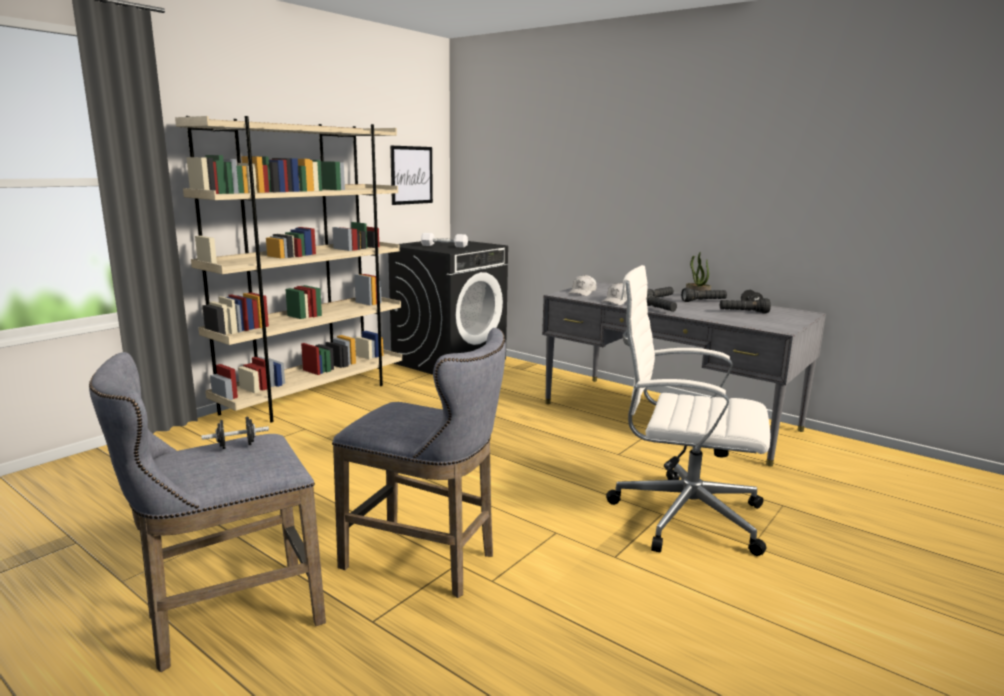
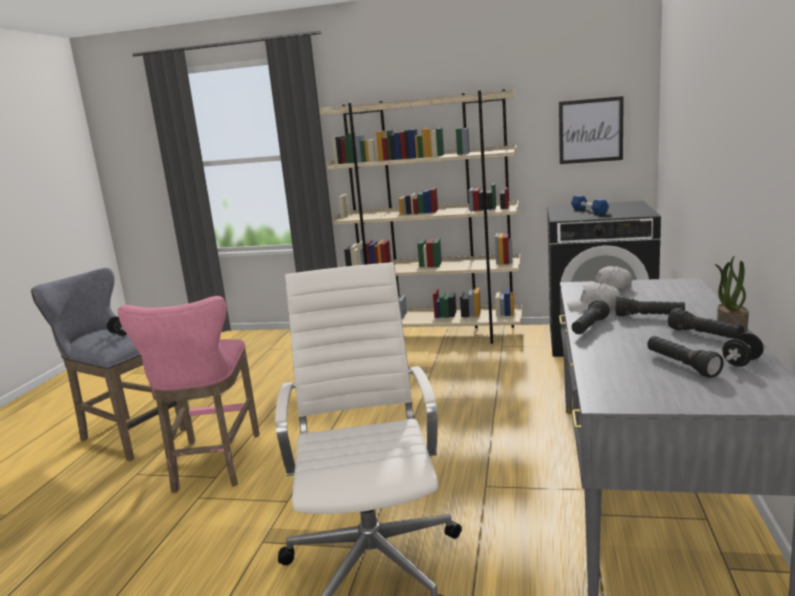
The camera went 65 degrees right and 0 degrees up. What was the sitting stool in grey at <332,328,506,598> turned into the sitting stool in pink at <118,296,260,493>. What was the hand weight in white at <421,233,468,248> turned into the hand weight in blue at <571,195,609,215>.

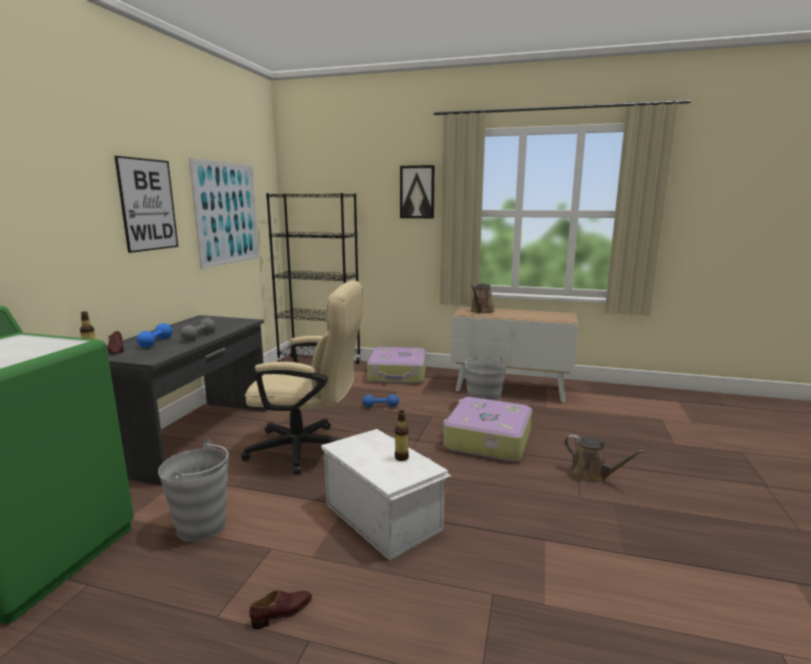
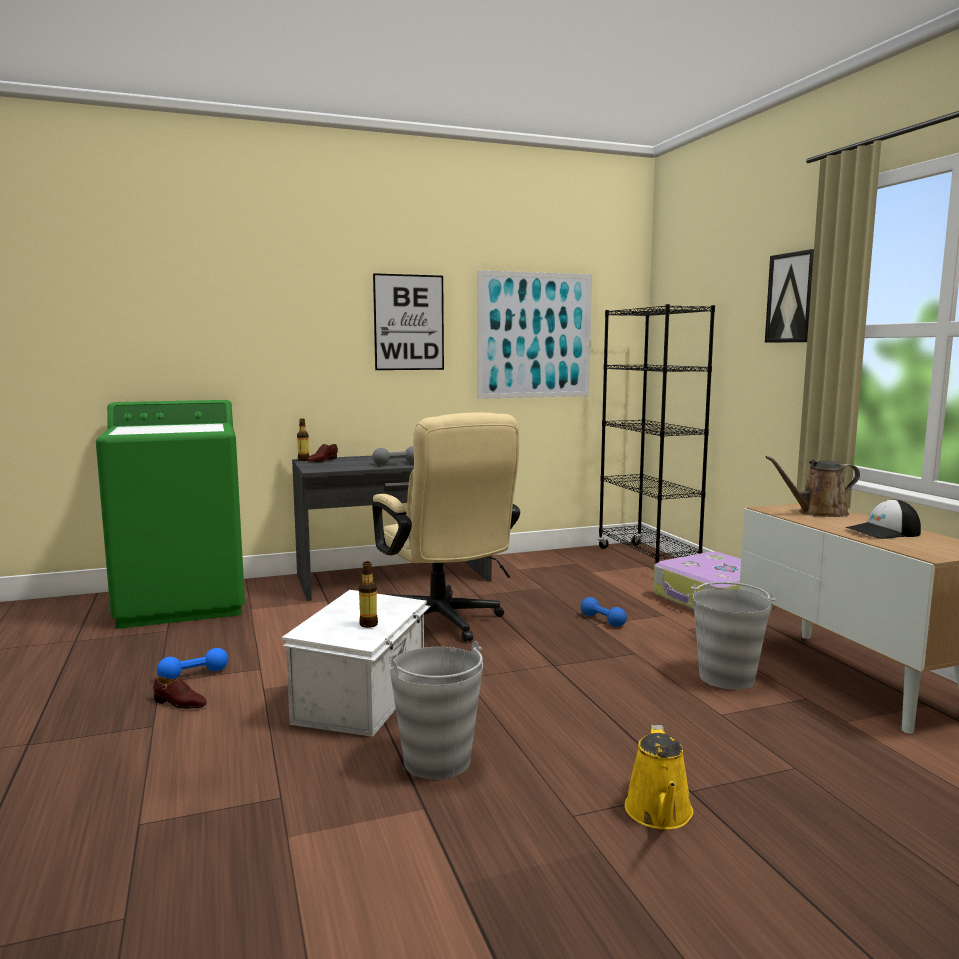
The camera went 55 degrees right and 5 degrees down. The second view lost the suitcase at <442,397,532,462>. The second view gained the peaked cap at <846,499,921,539>. The hand weight in blue ended up elsewhere, having gone from <137,323,173,348> to <157,648,228,679>. The water bucket in grey ended up elsewhere, having gone from <158,440,229,542> to <389,641,483,780>. What was the sprinkling can in brown at <564,435,645,484> turned into the sprinkling can in yellow-coloured at <625,725,693,830>.

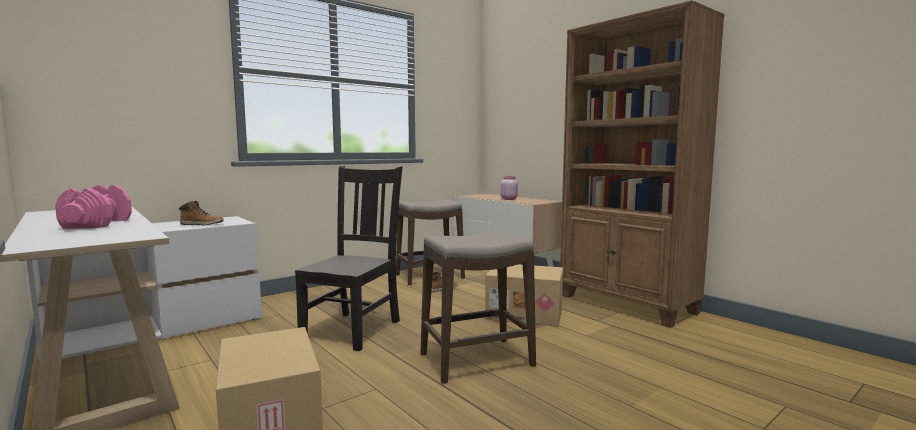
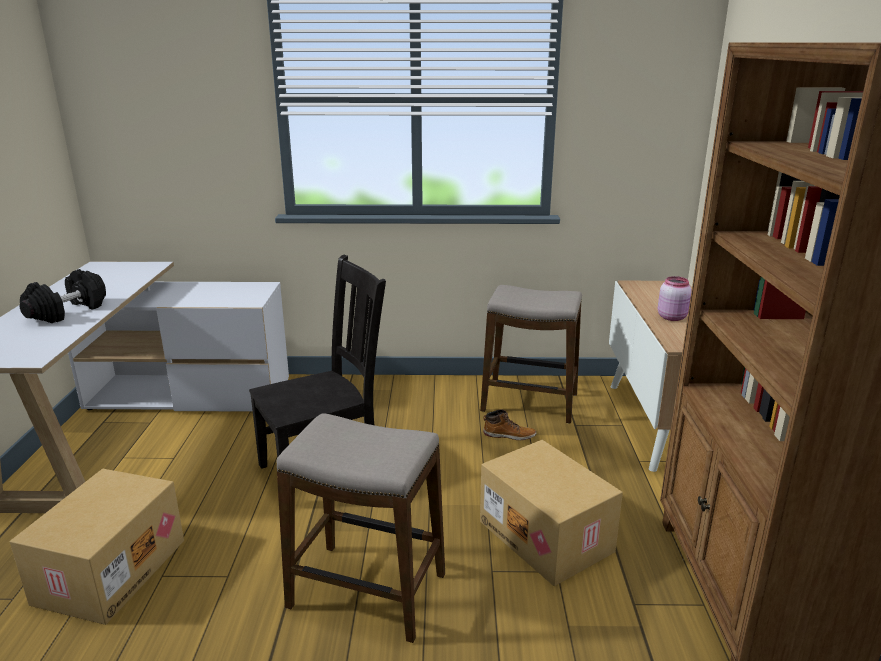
The camera went 40 degrees right and 15 degrees up. The second view lost the high-top boot at <179,201,224,226>. What was the hand weight in pink at <55,185,132,229> turned into the hand weight in black at <20,269,106,323>.

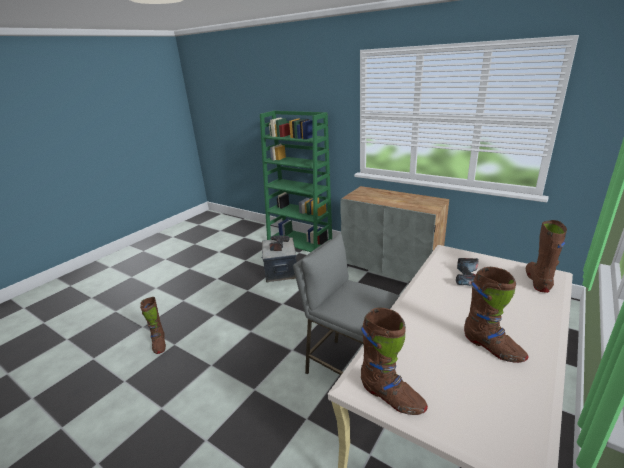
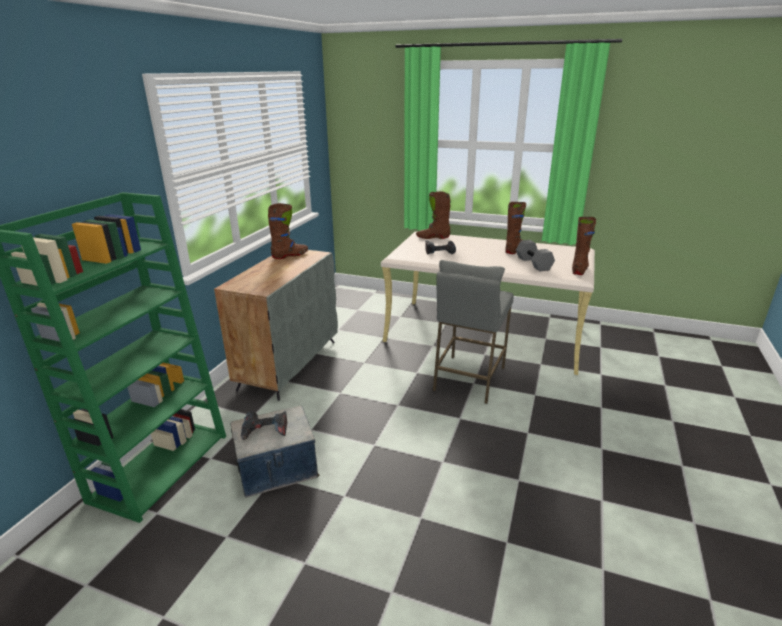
The camera went 105 degrees left and 0 degrees up. The second view gained the hand weight in grey at <516,240,555,271>. The high-top boot in brown ended up elsewhere, having gone from <140,297,166,354> to <268,203,308,259>.

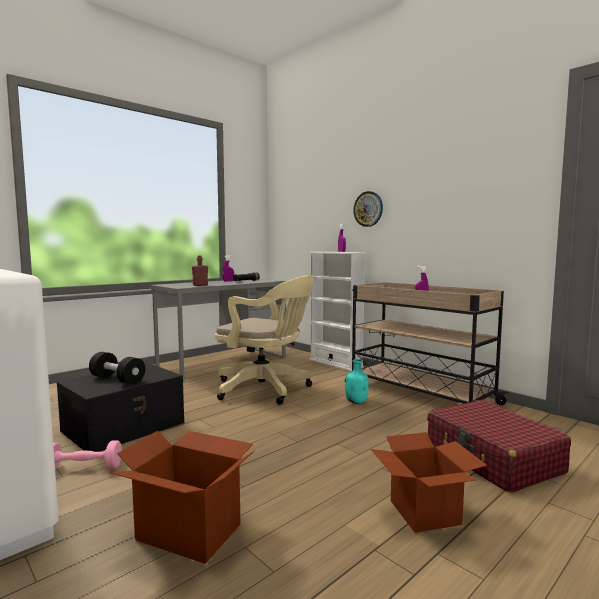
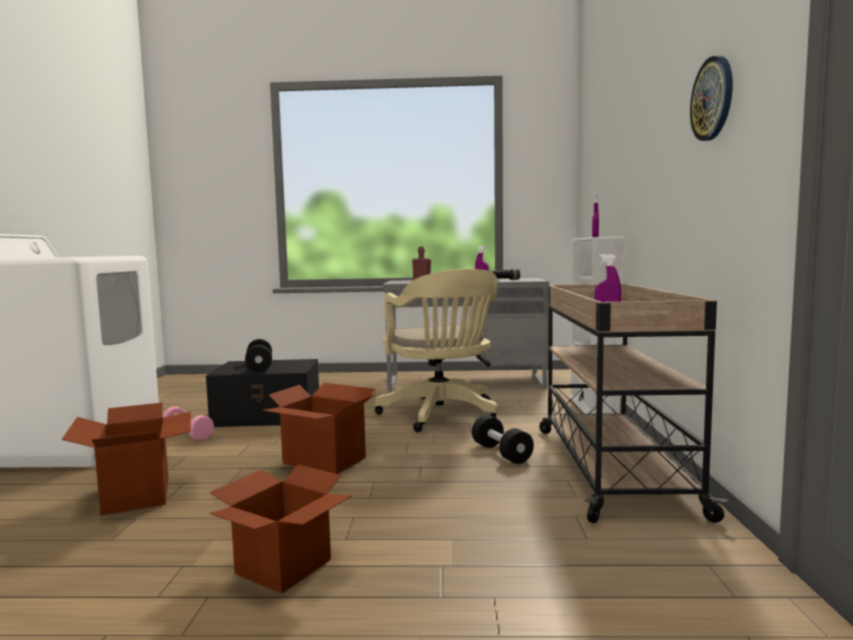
The camera went 45 degrees right and 0 degrees up. The second view lost the suitcase in red-coloured at <427,400,571,493>. The second view gained the packing box at <262,383,376,474>. The clock on the wall ended up elsewhere, having gone from <353,191,383,227> to <690,56,733,141>. Where the drink bottle in blue-green stood at <345,359,369,404>, the hand weight in black came to stand at <472,415,534,464>.

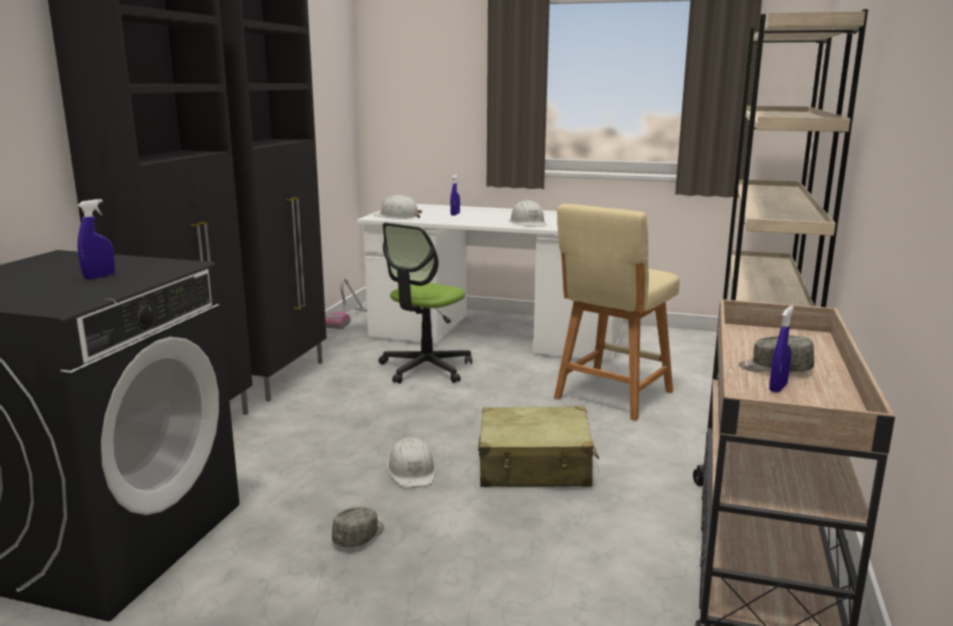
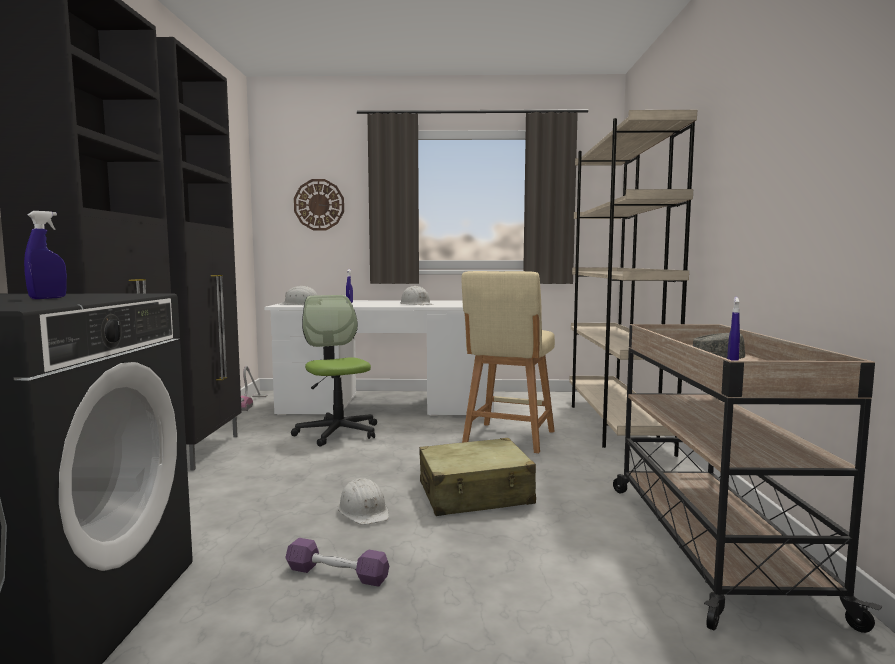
The camera went 15 degrees left and 10 degrees down. The second view gained the clock on the wall at <294,179,344,230>. Where the peaked cap in grey stood at <332,507,384,548>, the hand weight in purplish came to stand at <285,538,389,587>. The desk chair at <379,223,472,384> ended up facing another way, 135 degrees clockwise from before.

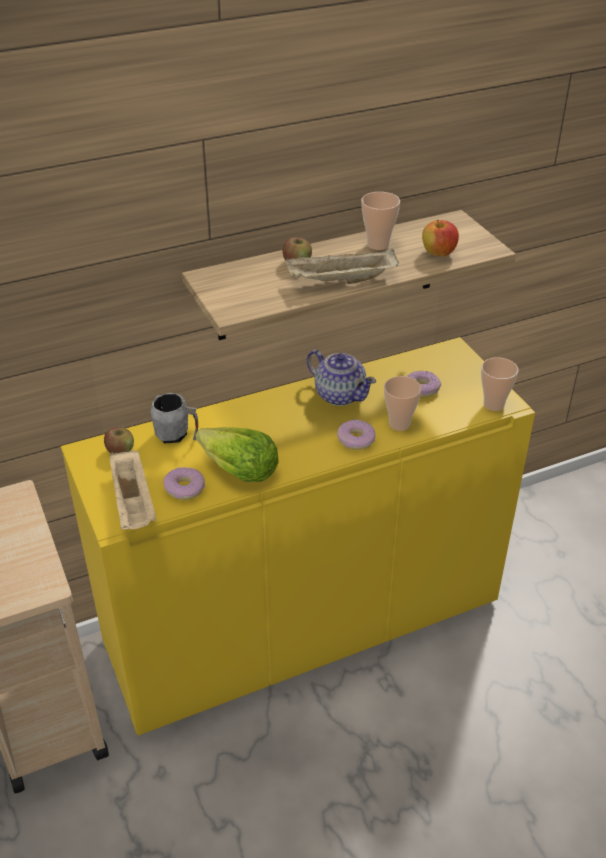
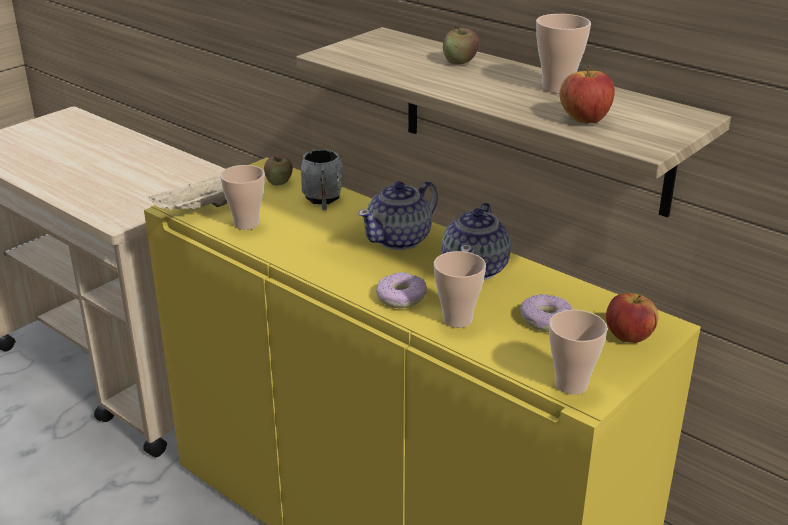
The camera went 65 degrees right and 10 degrees down. The second view lost the lettuce head at <195,427,279,482>. The second view lost the carrying tray in beige at <286,249,399,284>. The second view gained the pot for tea at <358,181,438,250>. The second view gained the apple at <606,293,658,343>. Where the donut stood at <163,467,205,500>, the small cup came to stand at <220,165,265,230>.

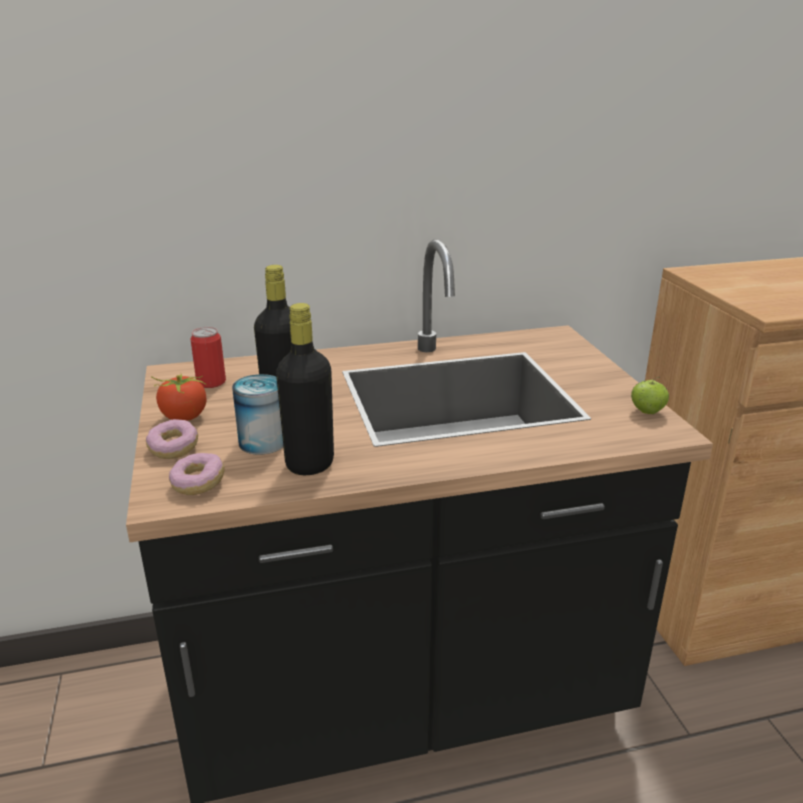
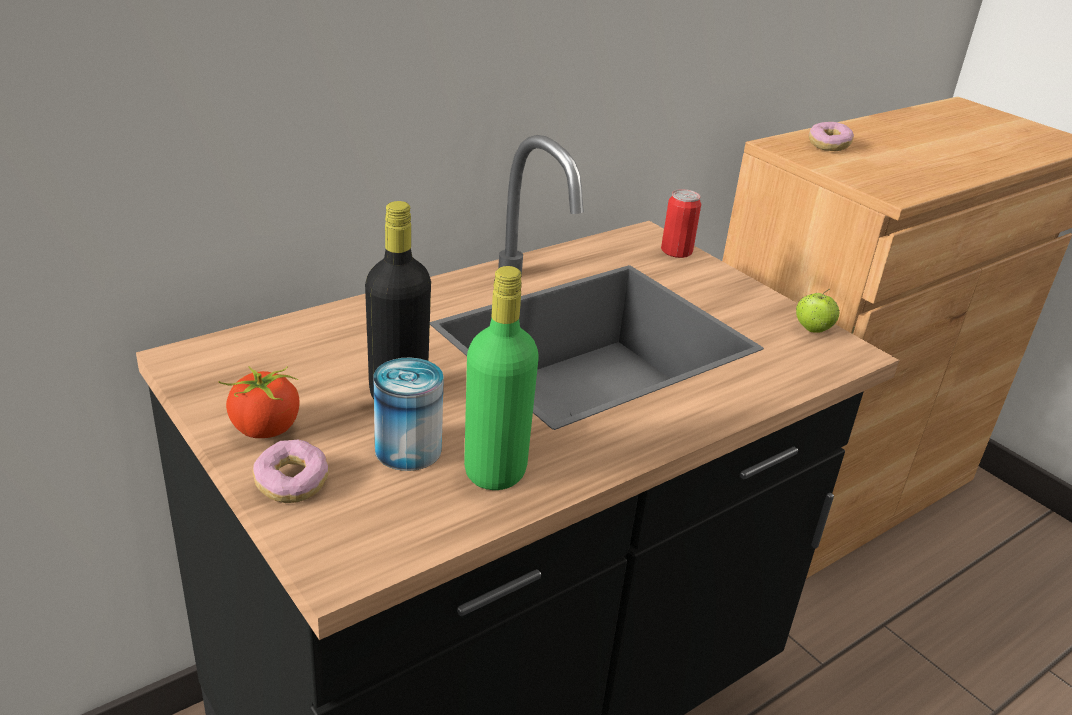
The camera went 25 degrees left and 5 degrees up. The donut ended up elsewhere, having gone from <169,453,225,495> to <809,122,854,151>. The metal can ended up elsewhere, having gone from <190,327,226,388> to <661,189,701,258>. What was the drink bottle in black at <276,303,334,475> turned into the drink bottle in green at <464,266,539,490>.

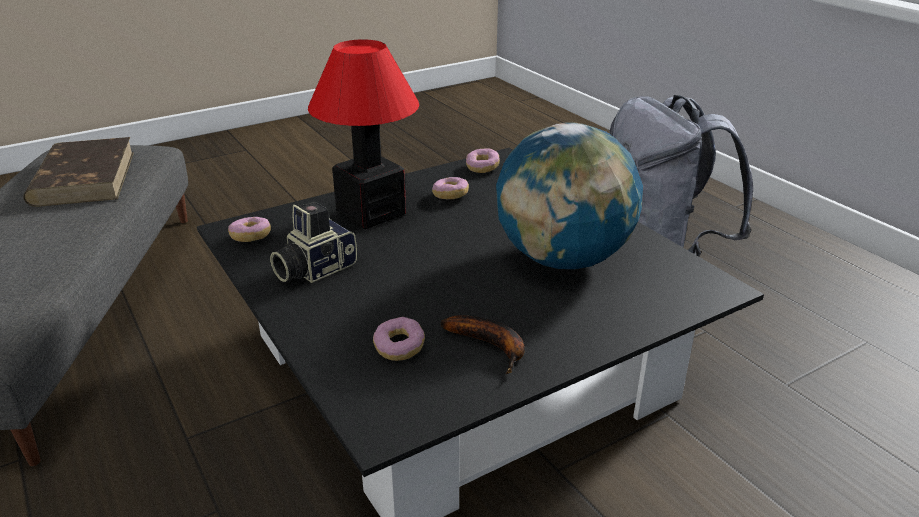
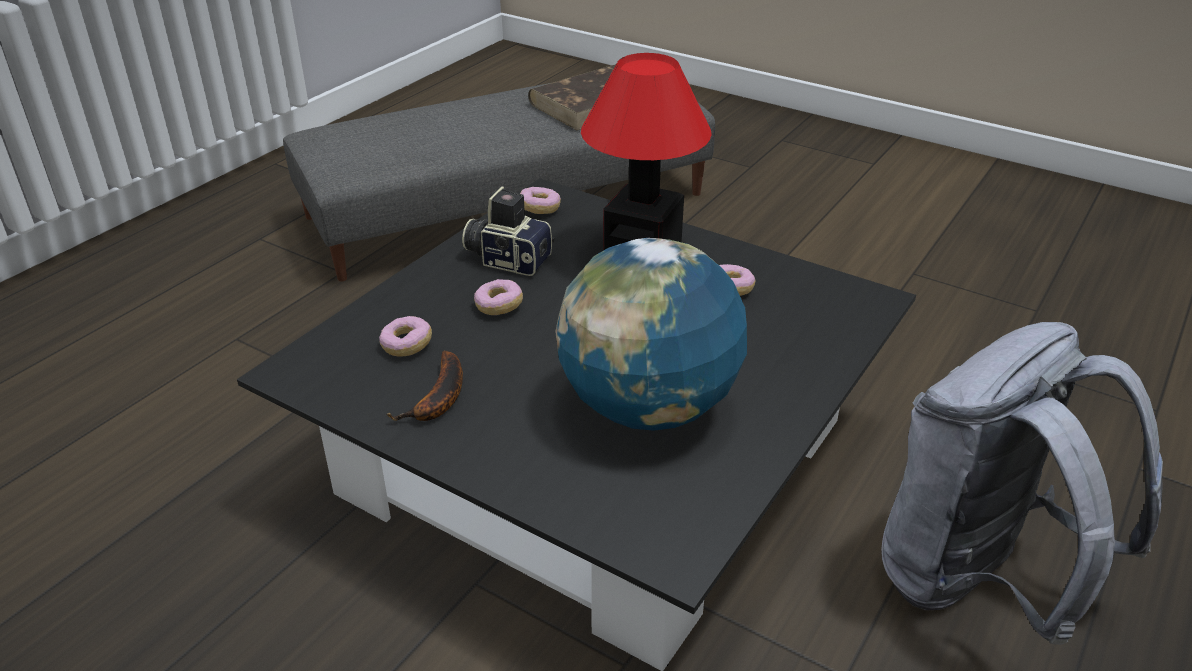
The camera went 65 degrees right and 5 degrees up. The donut ended up elsewhere, having gone from <466,148,500,173> to <474,279,523,315>.

